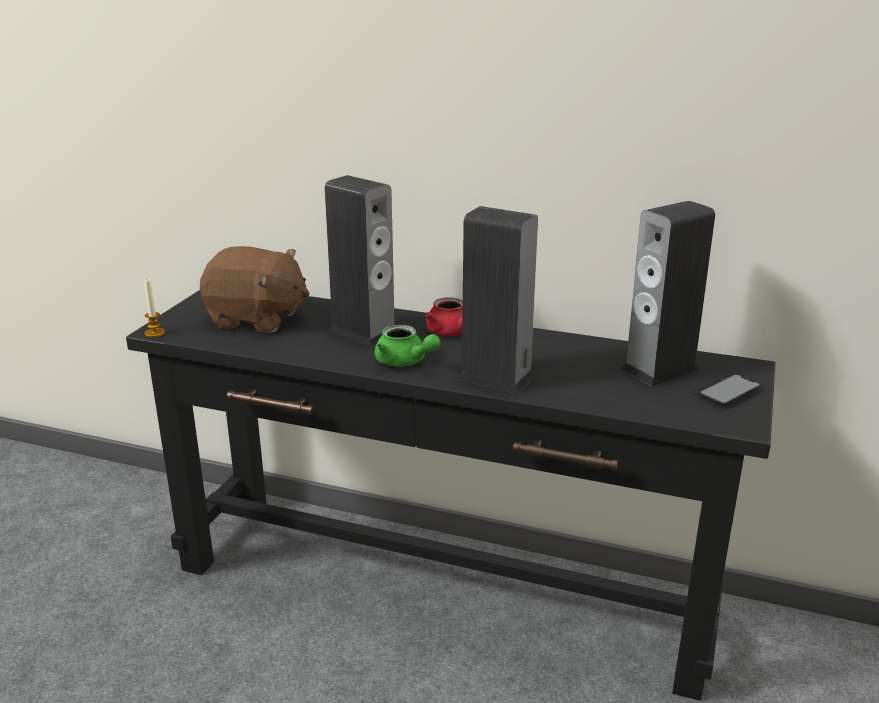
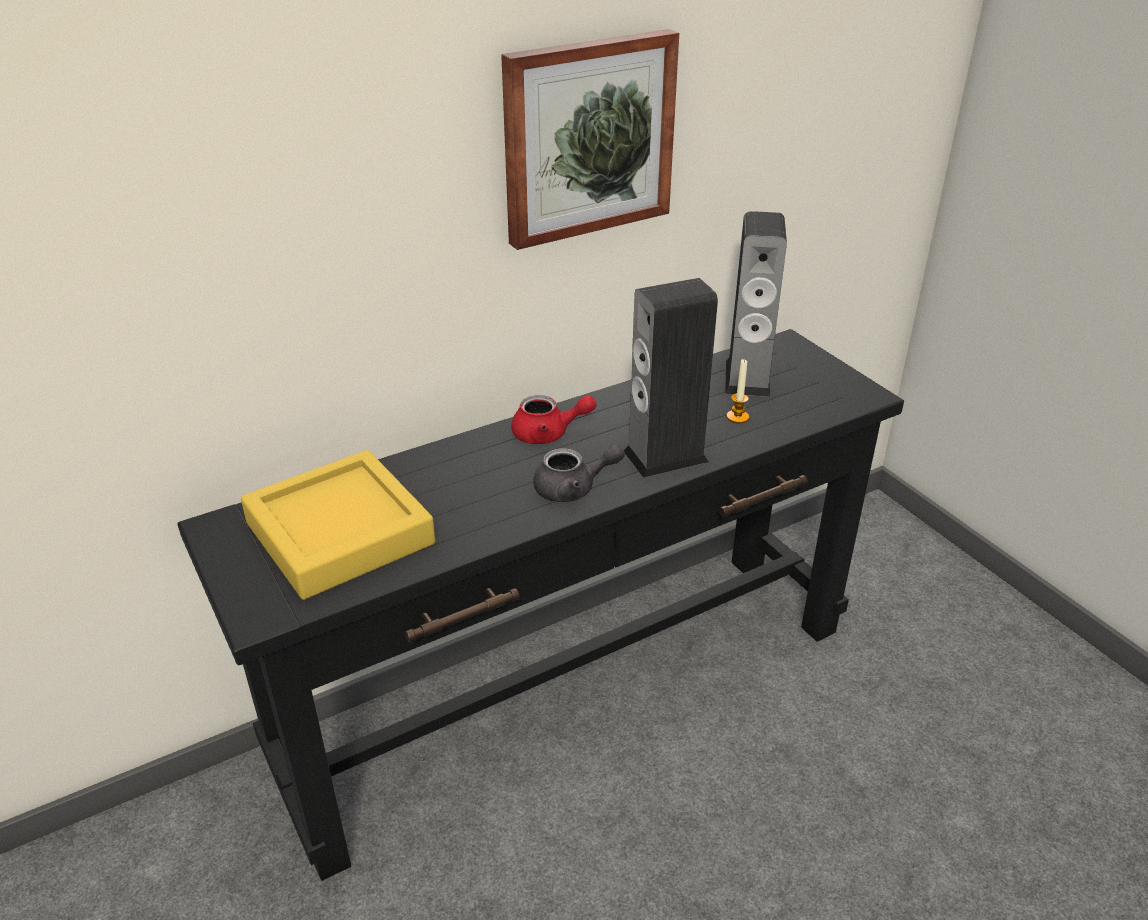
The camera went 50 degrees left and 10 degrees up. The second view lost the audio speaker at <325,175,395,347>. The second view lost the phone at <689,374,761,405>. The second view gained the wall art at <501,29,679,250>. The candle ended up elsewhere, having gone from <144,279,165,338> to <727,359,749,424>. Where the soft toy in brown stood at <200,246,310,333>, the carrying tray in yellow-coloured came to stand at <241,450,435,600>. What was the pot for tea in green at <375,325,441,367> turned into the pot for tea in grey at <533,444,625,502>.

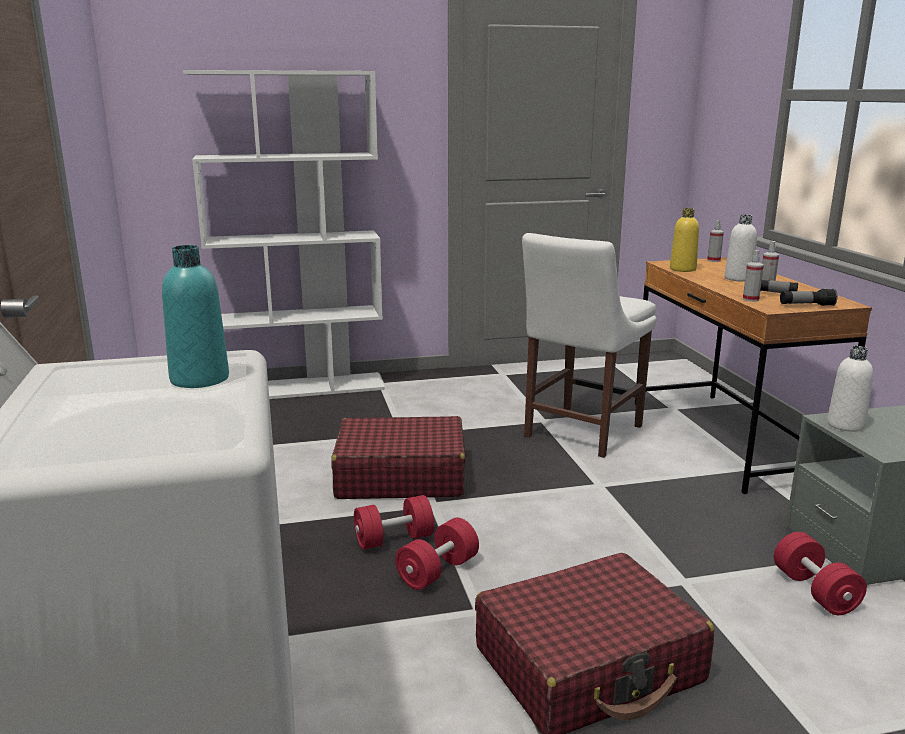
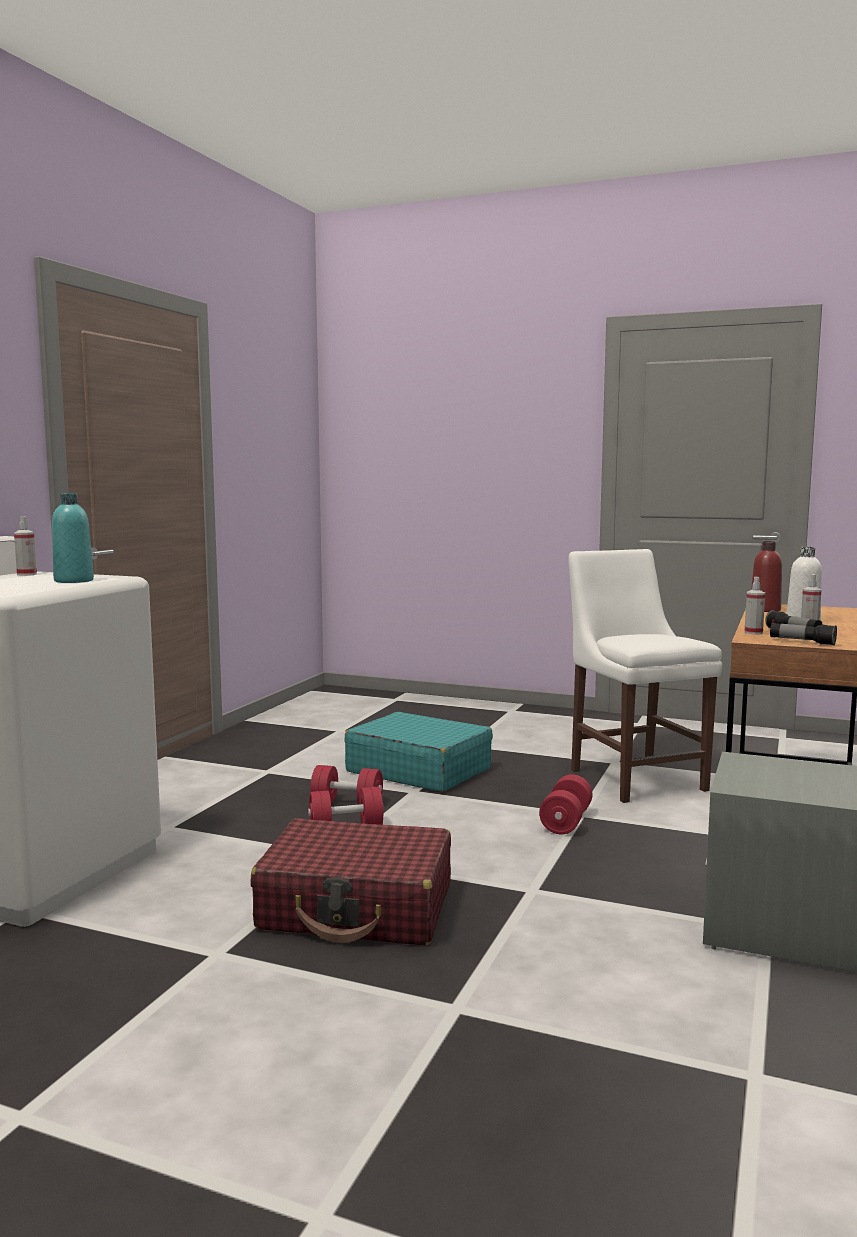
The camera went 35 degrees right and 10 degrees down. The second view lost the shelving unit in white at <183,70,385,399>. The second view lost the drink bottle in white at <827,346,873,432>. The hand sprayer ended up elsewhere, having gone from <707,220,724,262> to <14,516,37,576>. The hand weight in red-coloured ended up elsewhere, having gone from <774,532,867,615> to <539,774,592,835>. What was the suitcase in red-coloured at <331,416,465,499> turned into the suitcase in blue-green at <344,712,493,792>. What was the drink bottle in yellow-coloured at <670,208,699,272> turned into the drink bottle in red-coloured at <751,541,782,612>. The chair in white at <522,233,656,458> ended up facing another way, 90 degrees clockwise from before.

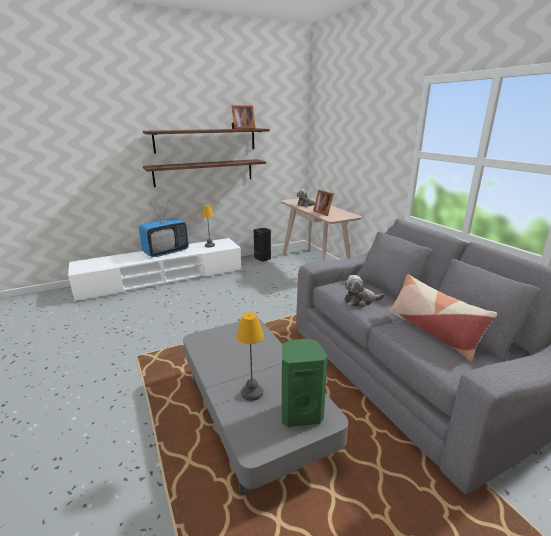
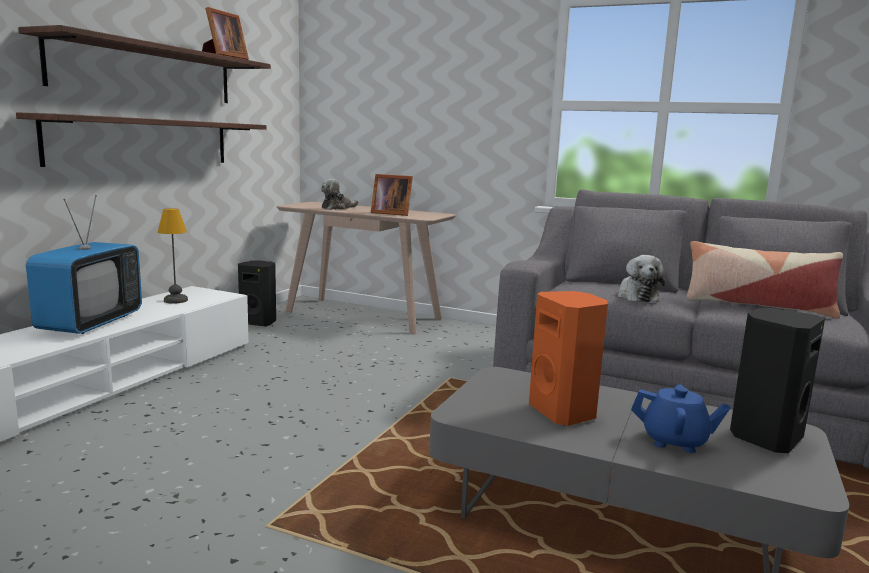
The camera went 40 degrees left and 10 degrees down. The second view gained the audio speaker in orange-coloured at <529,291,608,426>. Where the lamp for a table stood at <236,312,264,401>, the pot for tea in blue came to stand at <631,384,731,453>. What was the audio speaker in green at <282,339,328,427> turned into the audio speaker in black at <730,308,825,453>. The soft toy at <344,275,385,307> ended up facing another way, 45 degrees counterclockwise from before.

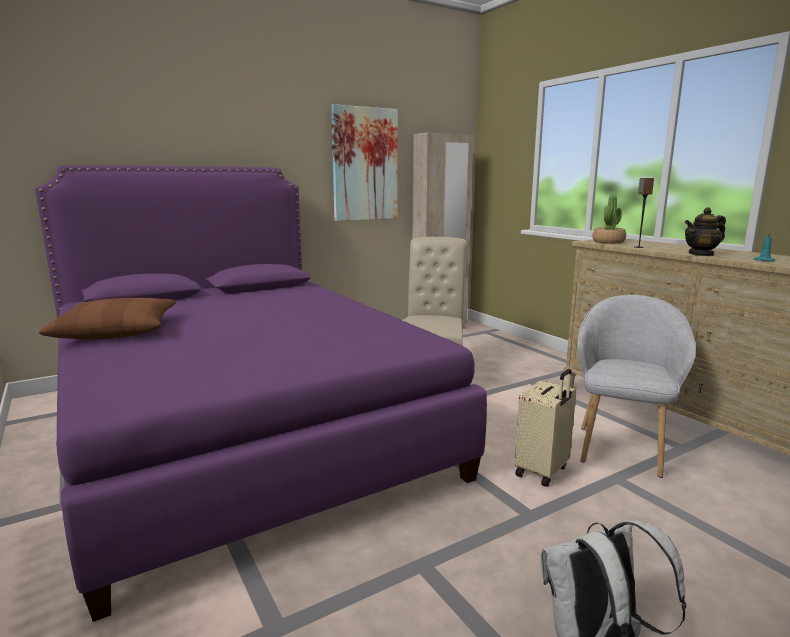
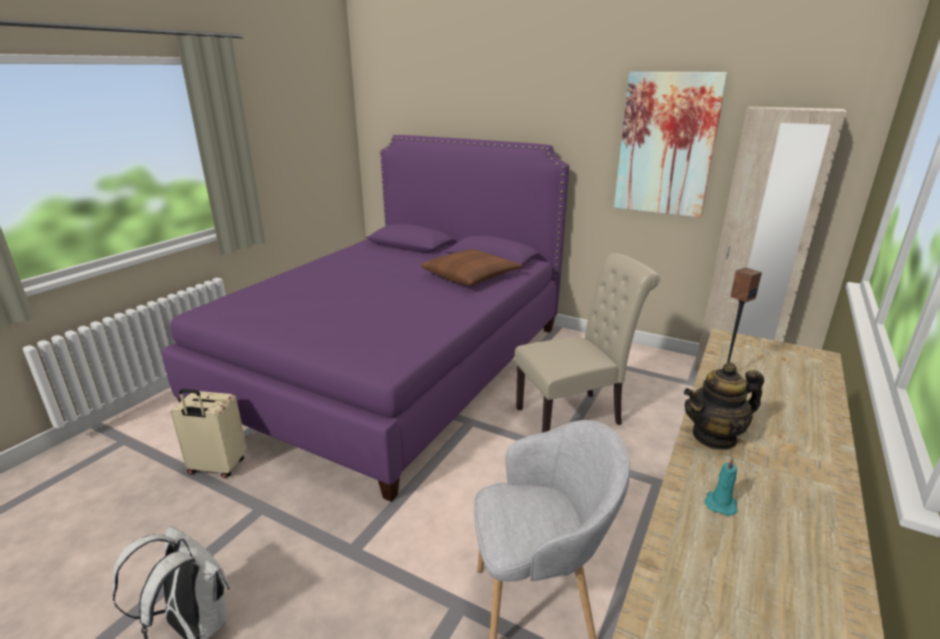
The camera went 60 degrees right and 10 degrees up. The second view lost the plant in a pot at <592,194,626,244>. The cushion in brown ended up elsewhere, having gone from <39,298,176,339> to <421,249,522,286>. The suitcase in beige ended up elsewhere, having gone from <515,369,576,487> to <170,389,247,478>. The pot for tea at <685,207,726,256> ended up facing another way, 60 degrees counterclockwise from before.

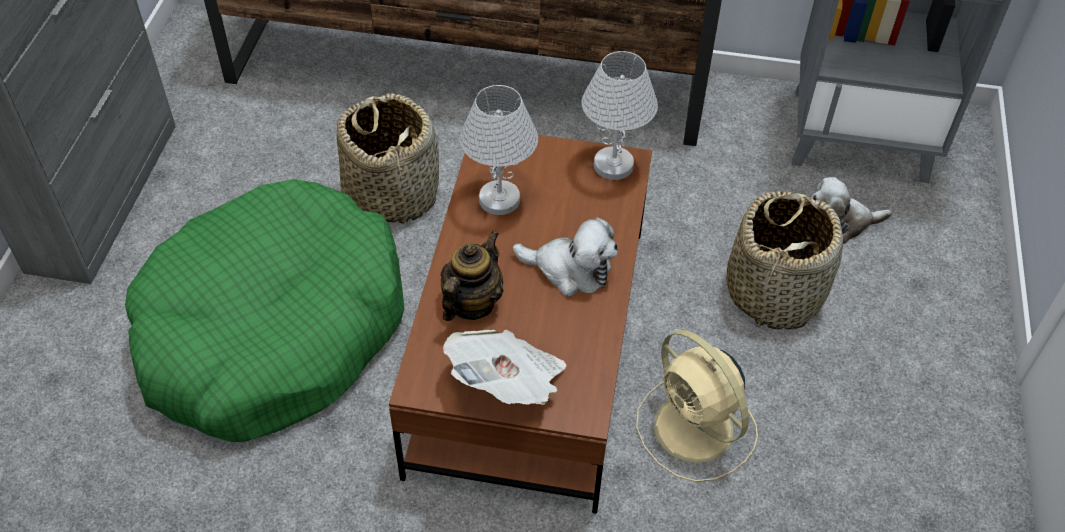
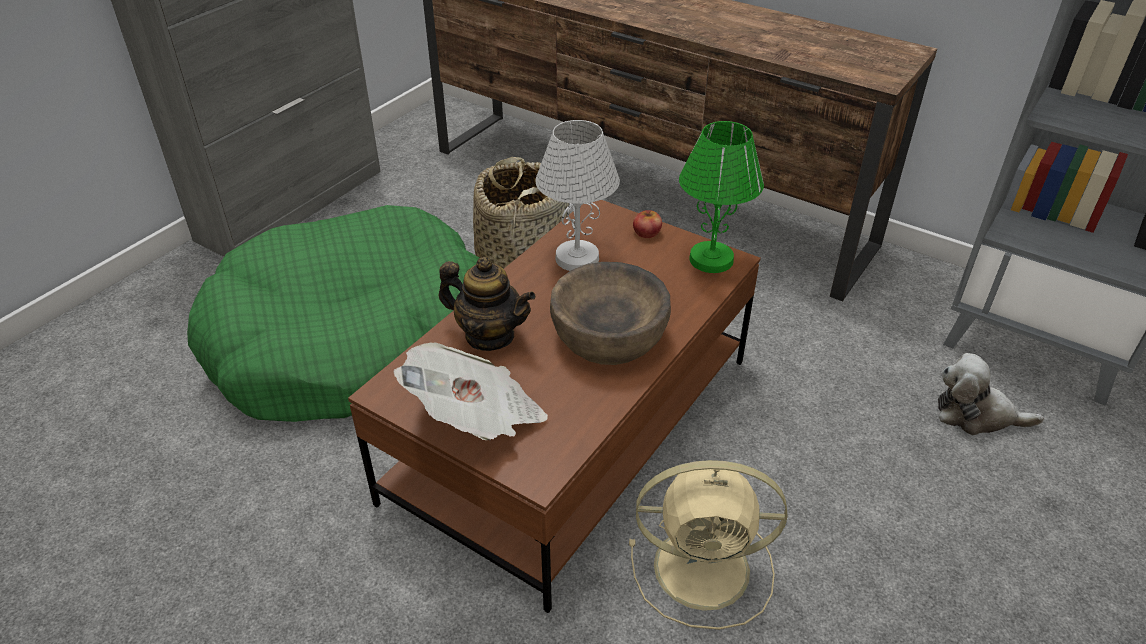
The camera went 25 degrees right and 10 degrees down. The second view lost the household basket at <727,191,843,329>. The second view gained the apple at <633,210,662,238>. Where the soft toy stood at <513,217,618,297>, the bowl in brown came to stand at <550,262,671,365>. What was the lamp for a table in white at <582,51,658,180> turned into the lamp for a table in green at <679,121,764,273>. The pot for tea at <440,231,503,321> ended up facing another way, 60 degrees clockwise from before. The electric fan in beige at <636,330,758,482> ended up facing another way, 75 degrees counterclockwise from before.

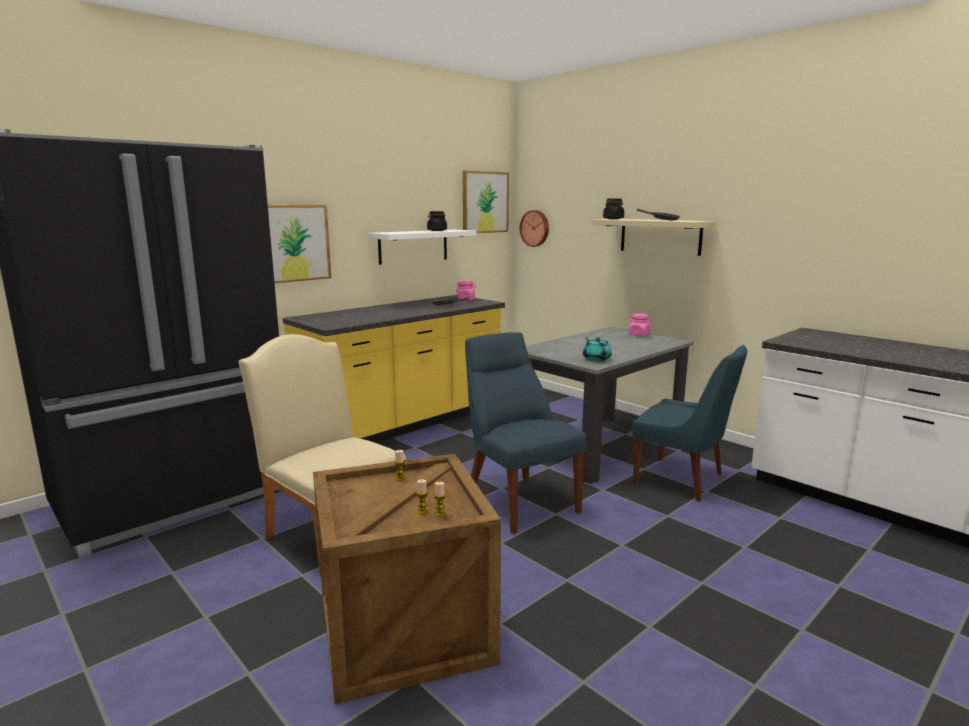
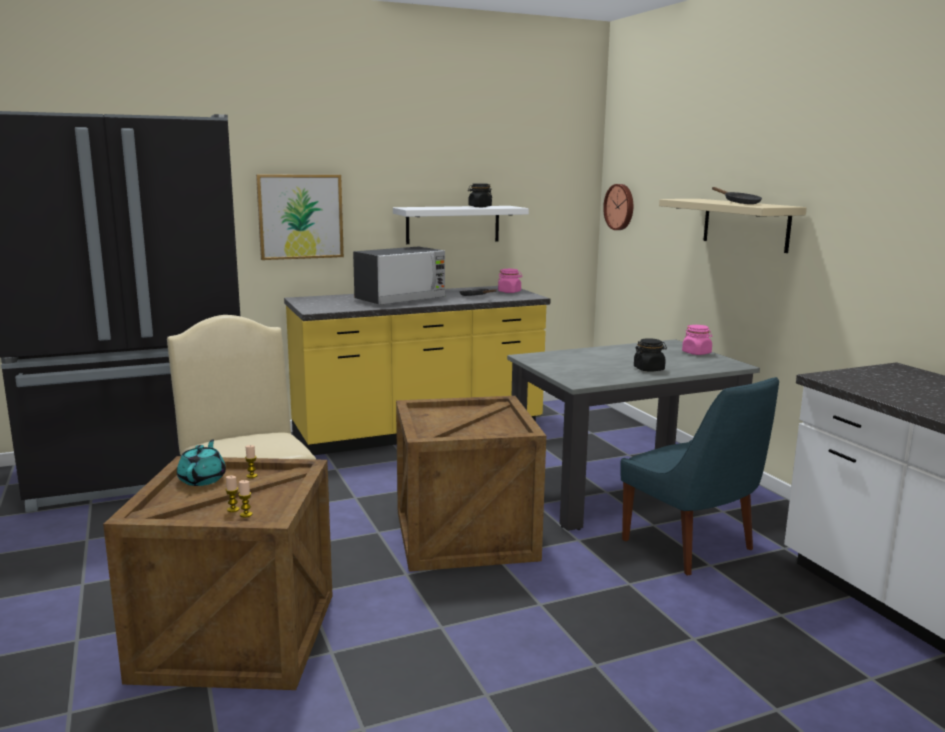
The camera went 20 degrees right and 0 degrees up. The second view lost the wall art at <463,171,509,233>. The second view gained the microwave at <353,246,445,305>. The pot for tea in blue-green ended up elsewhere, having gone from <583,337,612,362> to <177,439,226,486>. The jar in black ended up elsewhere, having gone from <603,198,624,219> to <634,338,667,372>. Where the chair in blue stood at <465,332,587,534>, the shipping crate came to stand at <396,396,546,572>.

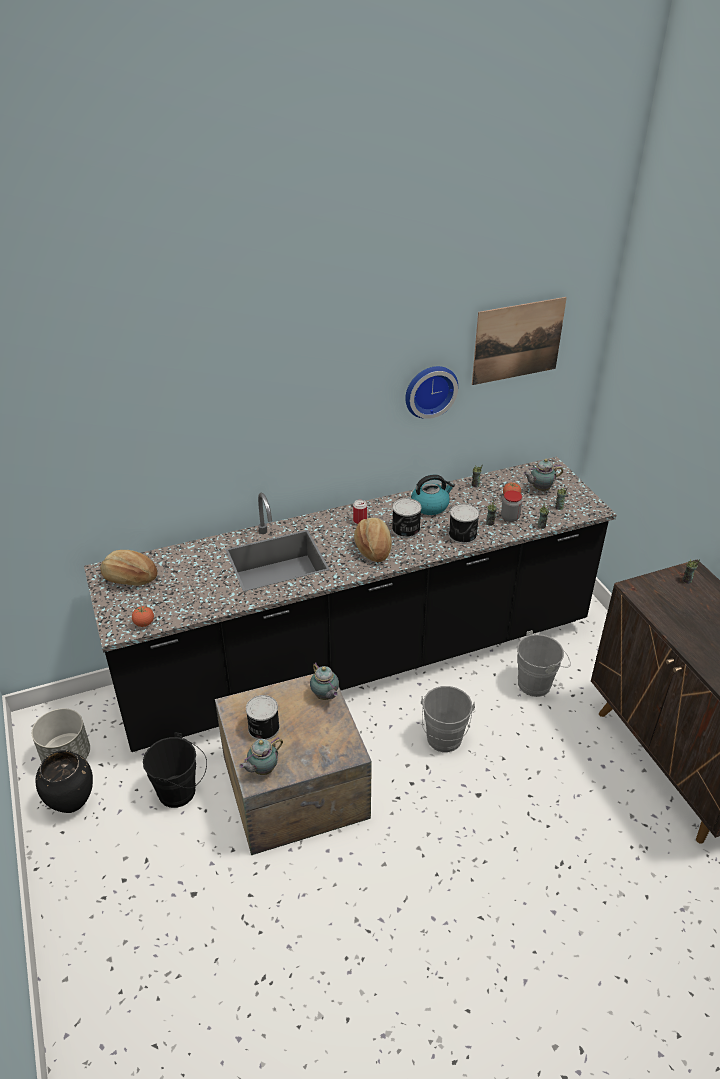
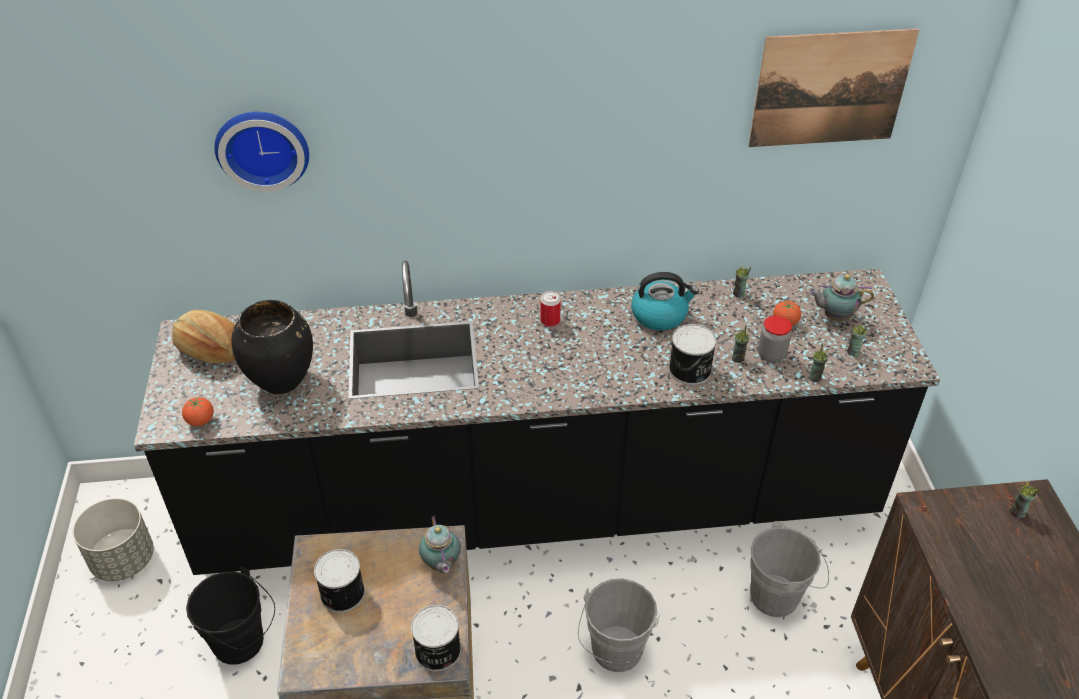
The camera went 15 degrees right and 5 degrees up. The second view lost the pot for tea at <239,737,283,775>. The second view lost the bakery bread at <354,518,392,562>. The decorative vase in black ended up elsewhere, having gone from <35,750,93,813> to <232,300,313,394>. The metal can ended up elsewhere, having gone from <392,498,421,538> to <411,605,461,671>. The clock on the wall ended up elsewhere, having gone from <405,366,458,419> to <214,112,309,192>.

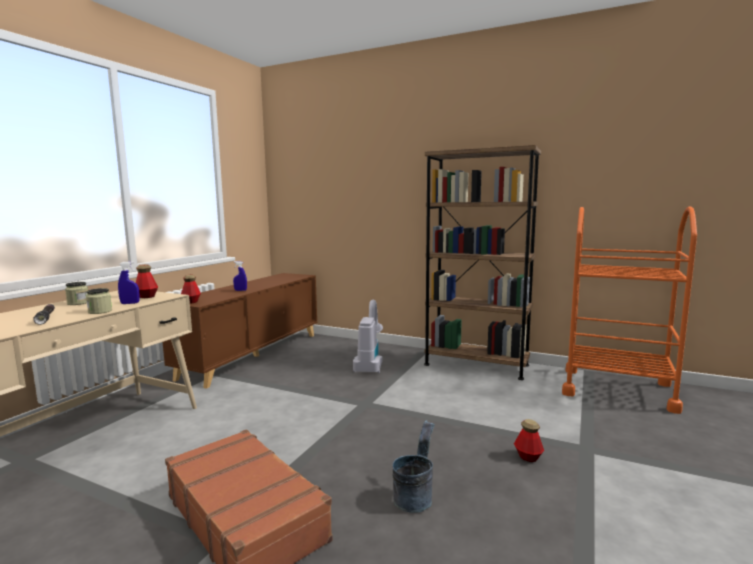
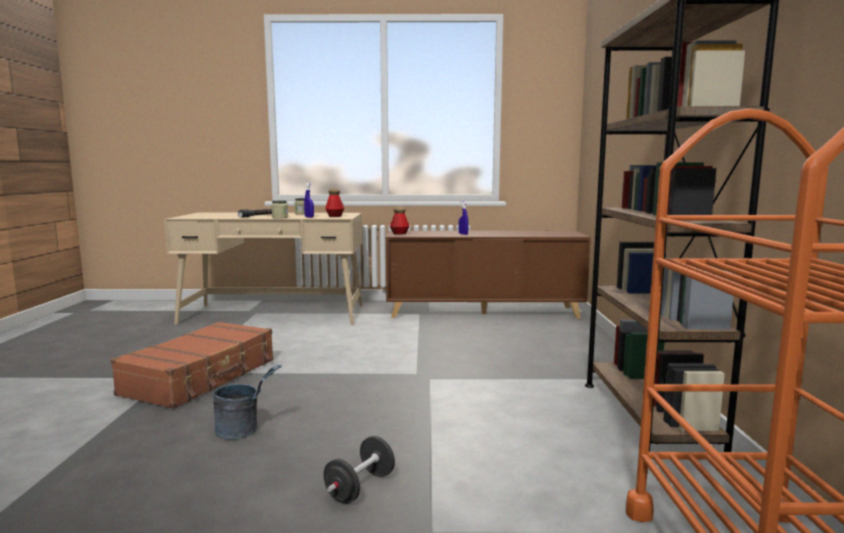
The camera went 65 degrees right and 0 degrees up. The second view lost the hoover at <353,300,383,373>. Where the drink bottle stood at <514,419,544,462>, the hand weight in black came to stand at <323,436,395,504>.

